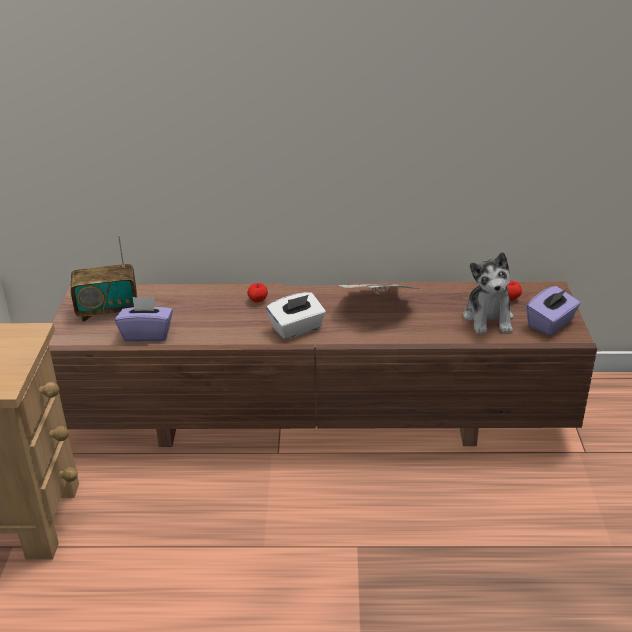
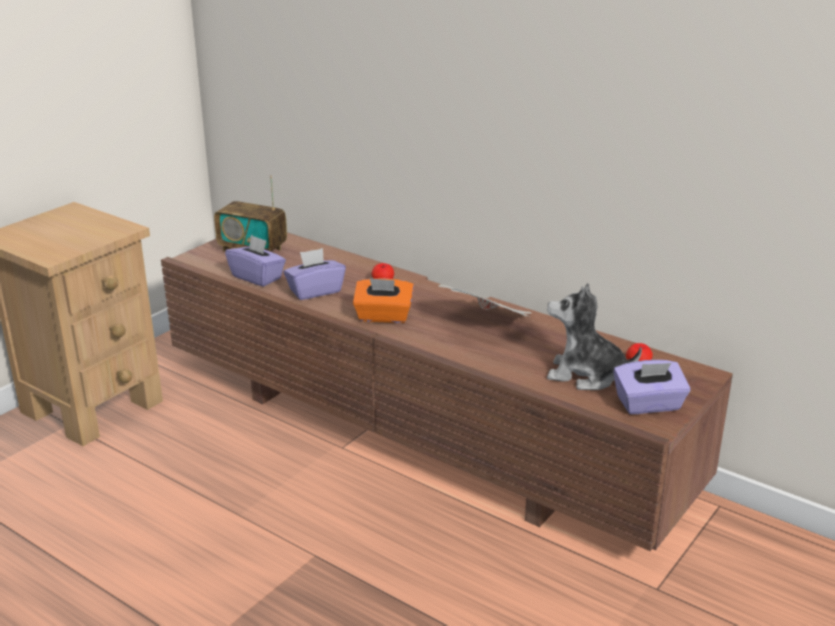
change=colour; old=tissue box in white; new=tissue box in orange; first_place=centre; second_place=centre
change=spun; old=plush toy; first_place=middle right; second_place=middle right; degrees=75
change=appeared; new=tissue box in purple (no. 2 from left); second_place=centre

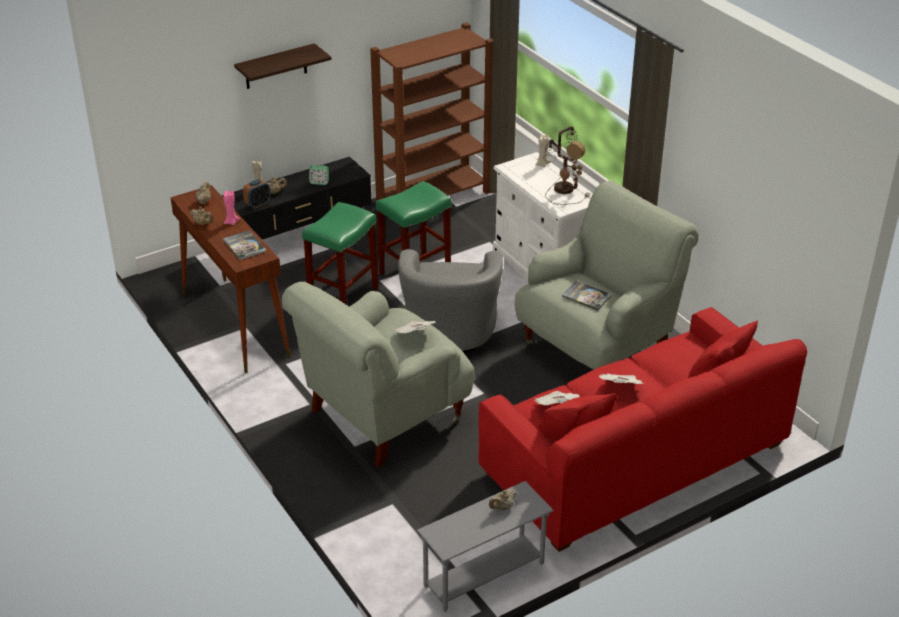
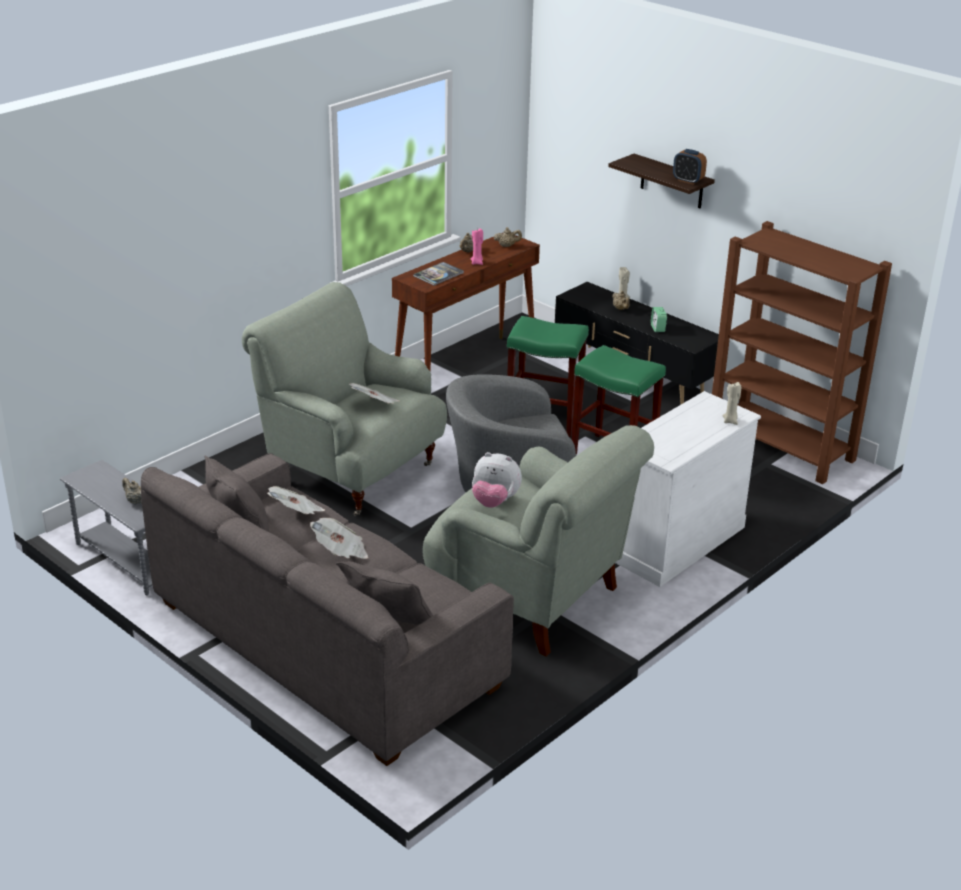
change=relocated; old=alarm clock (no. 1 from left in the first image); new=alarm clock (no. 2 from left); first_place=top left; second_place=top right
change=colour; old=sofa in red; new=sofa in grey; first_place=bottom right; second_place=bottom centre
change=missing; old=table lamp; first_place=top centre
change=exchanged; old=book (no. 2 from left); new=plush toy; first_place=centre; second_place=centre

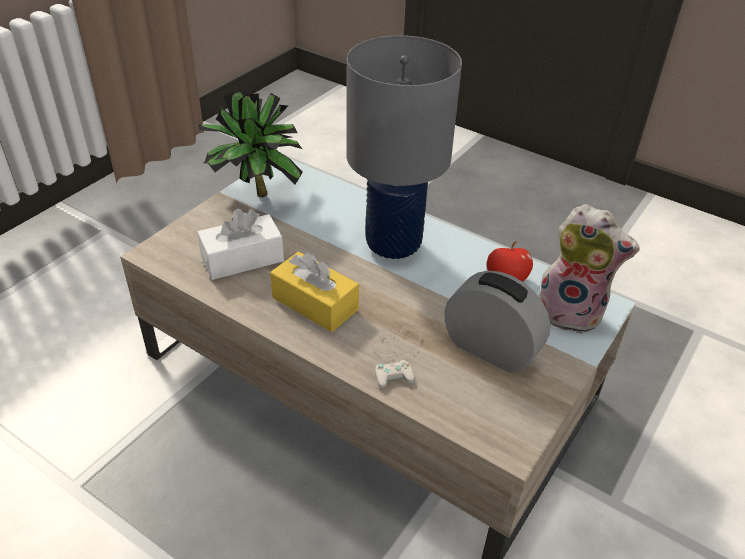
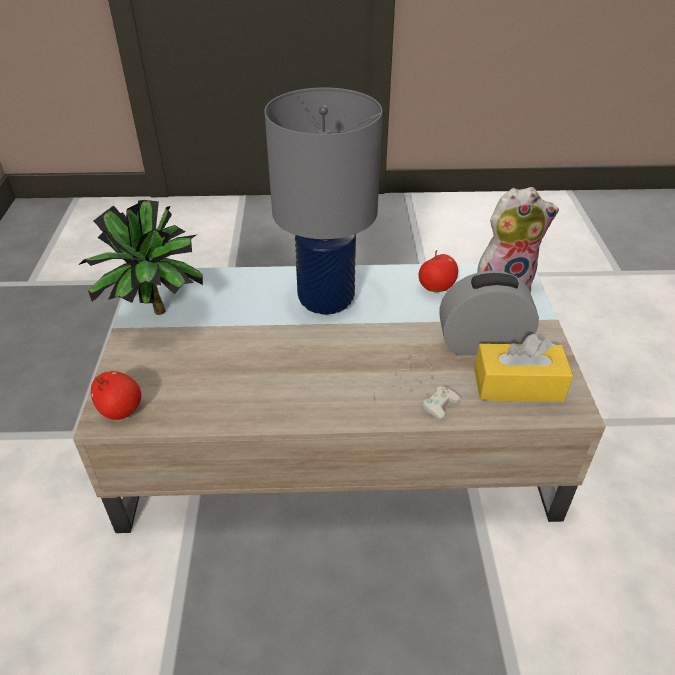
change=missing; old=tissue box in white; first_place=middle left
change=relocated; old=tissue box in yellow; first_place=centre; second_place=middle right
change=appeared; new=apple (no. 1 from left); second_place=middle left

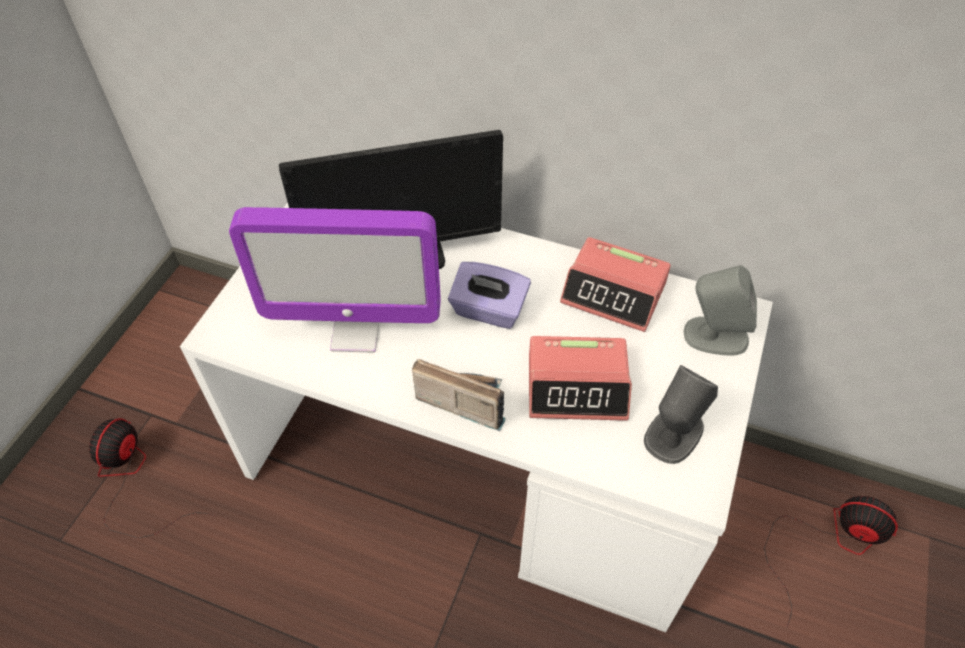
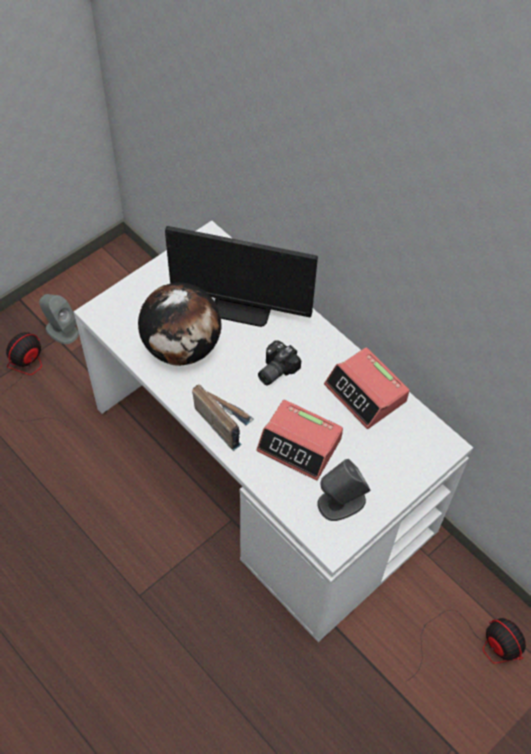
change=exchanged; old=monitor (no. 1 from left); new=globe; first_place=centre; second_place=centre
change=exchanged; old=tissue box in purple; new=photo camera; first_place=centre; second_place=centre
change=relocated; old=speaker in grey (no. 2 from left in the first image); new=speaker in grey (no. 1 from left); first_place=middle right; second_place=middle left

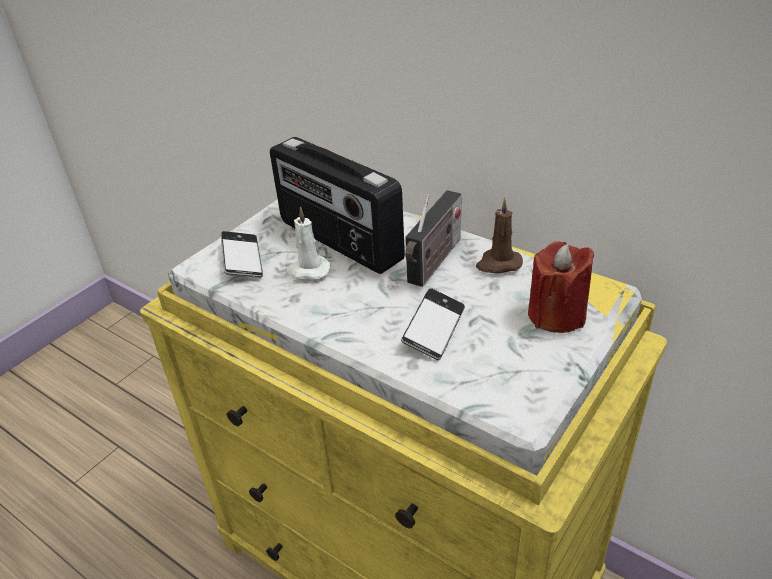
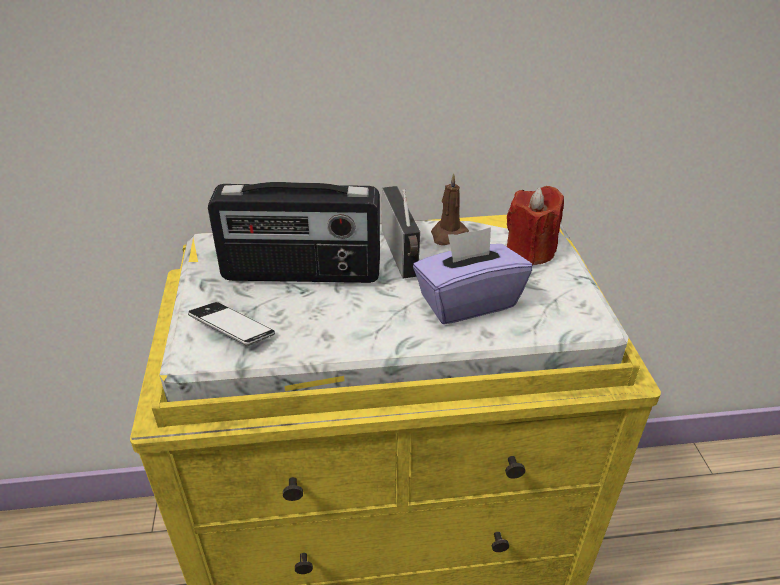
change=missing; old=candle in white; first_place=centre
change=exchanged; old=phone (no. 2 from left); new=tissue box in purple; first_place=centre; second_place=centre

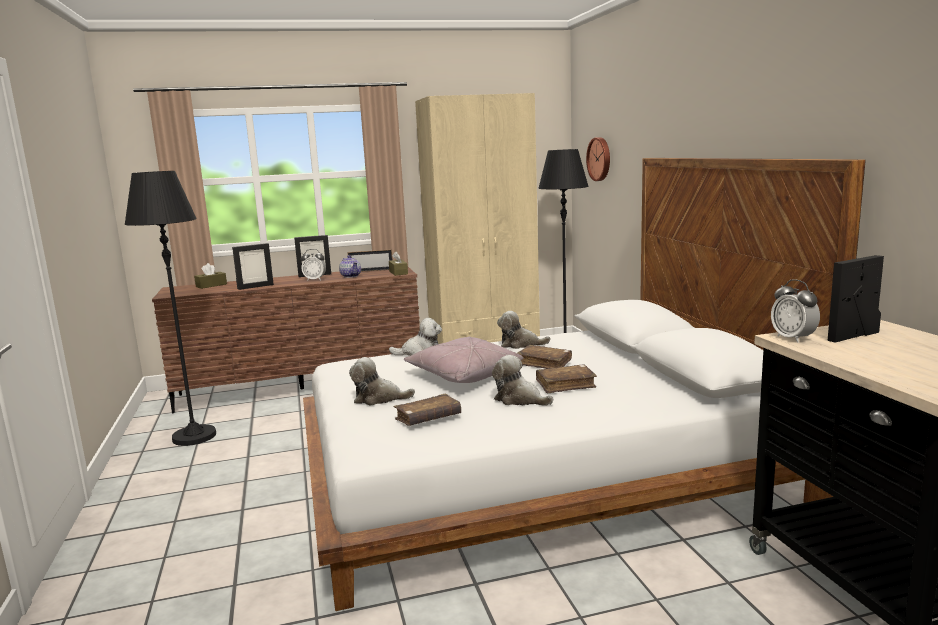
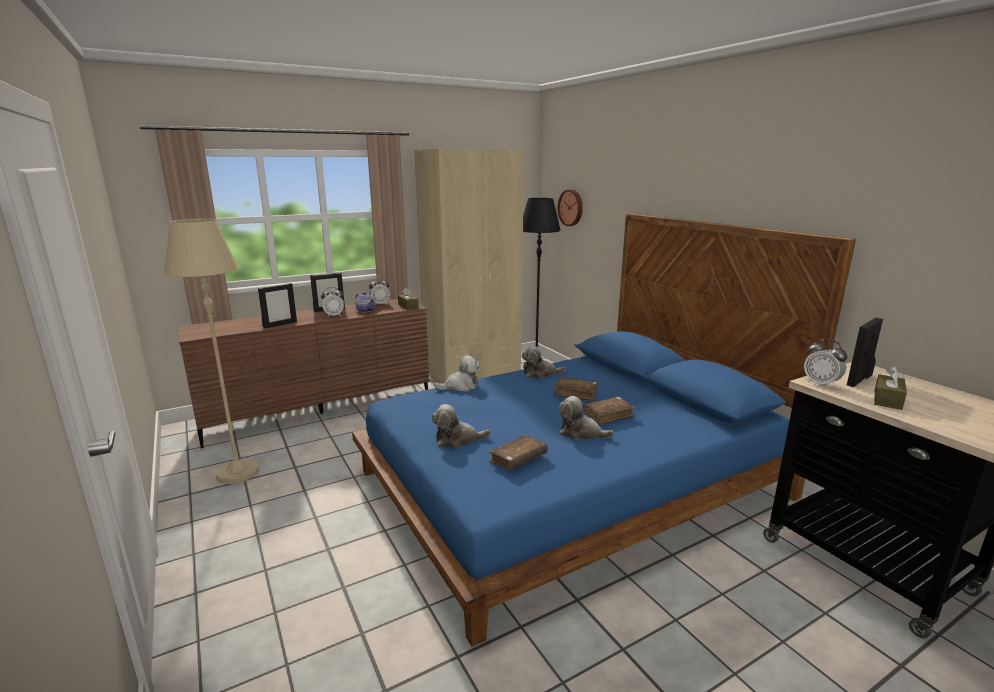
change=colour; old=floor lamp in black (no. 1 from left); new=floor lamp in beige; first_place=middle left; second_place=middle left
change=relocated; old=tissue box in brown (no. 1 from left in the first image); new=tissue box in brown (no. 2 from left); first_place=middle left; second_place=middle right
change=colour; old=bed in white; new=bed in blue; first_place=centre; second_place=centre
change=exchanged; old=picture frame (no. 3 from left); new=alarm clock (no. 2 from left); first_place=centre; second_place=centre
change=missing; old=pillow in purple; first_place=centre

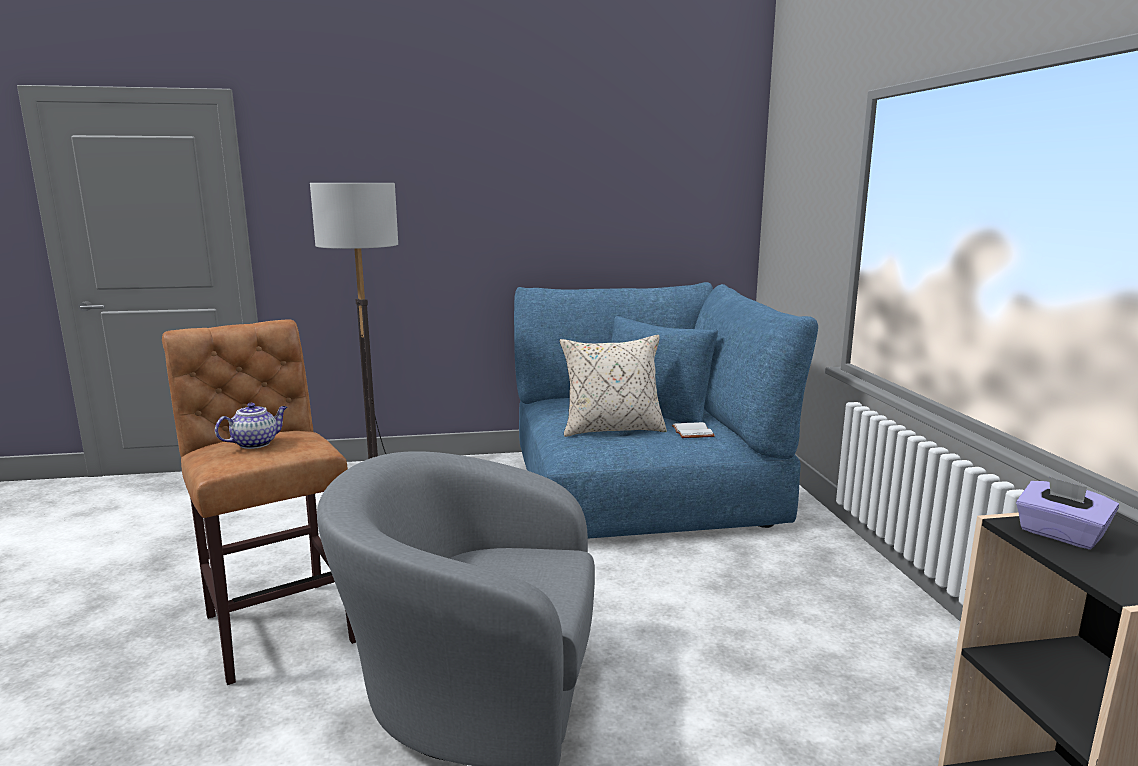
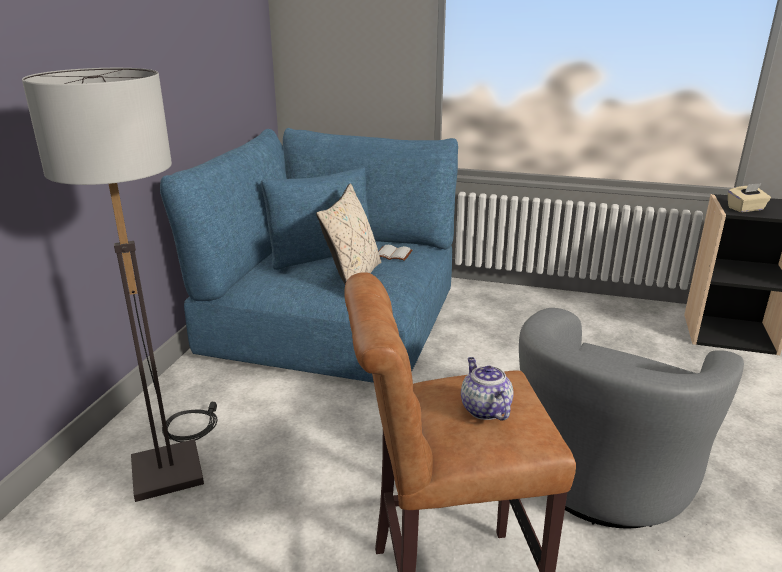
change=colour; old=tissue box in purple; new=tissue box in beige; first_place=bottom right; second_place=middle right

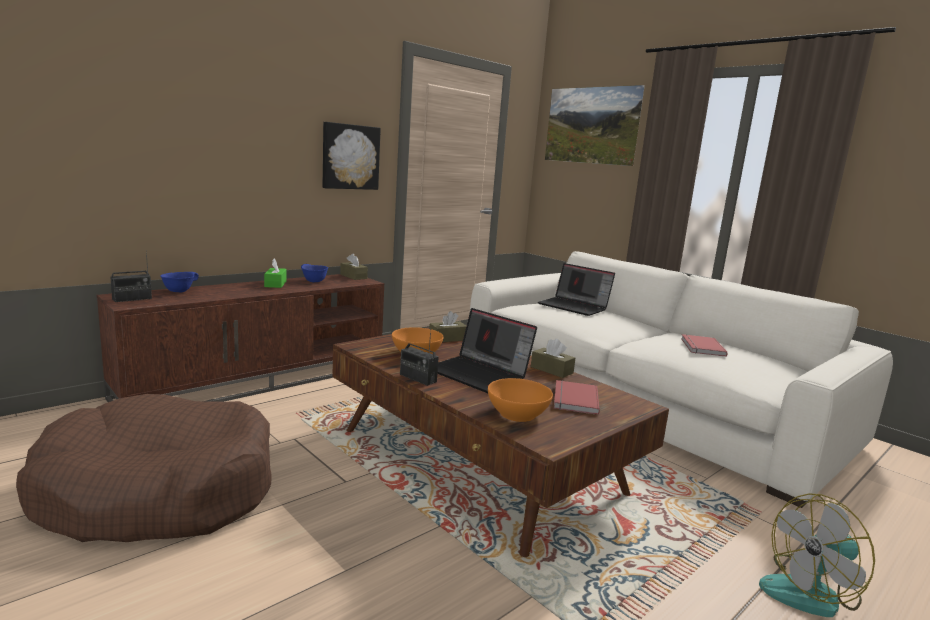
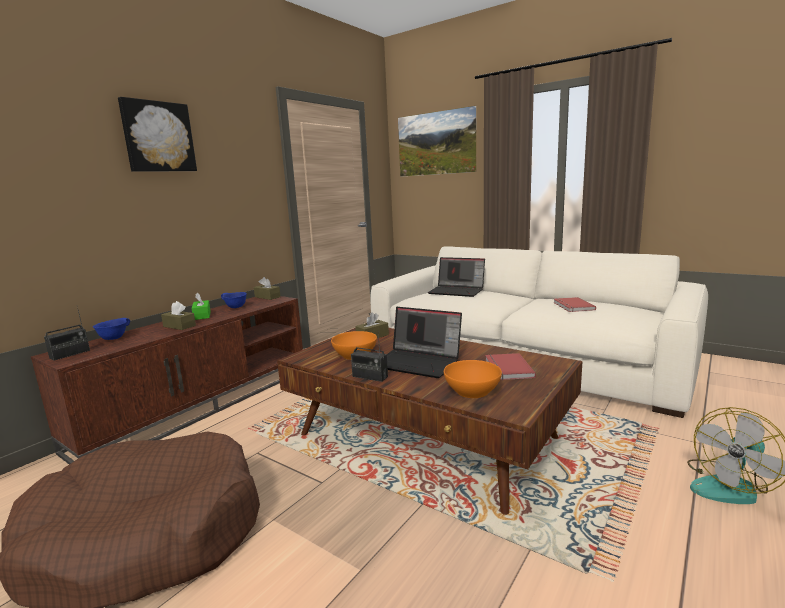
change=relocated; old=picture (no. 1 from left); first_place=top centre; second_place=top left
change=relocated; old=tissue box in brown (no. 3 from left in the first image); new=tissue box in brown (no. 1 from left); first_place=centre; second_place=middle left

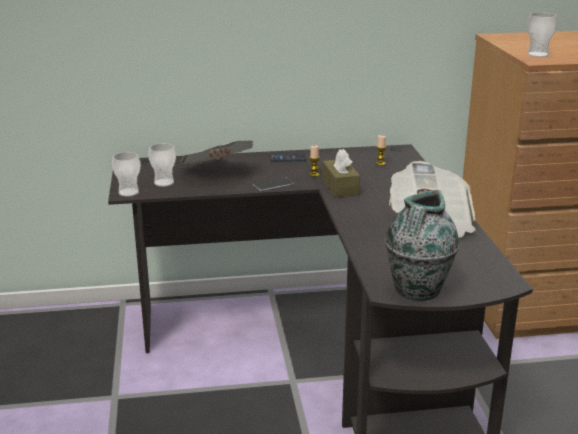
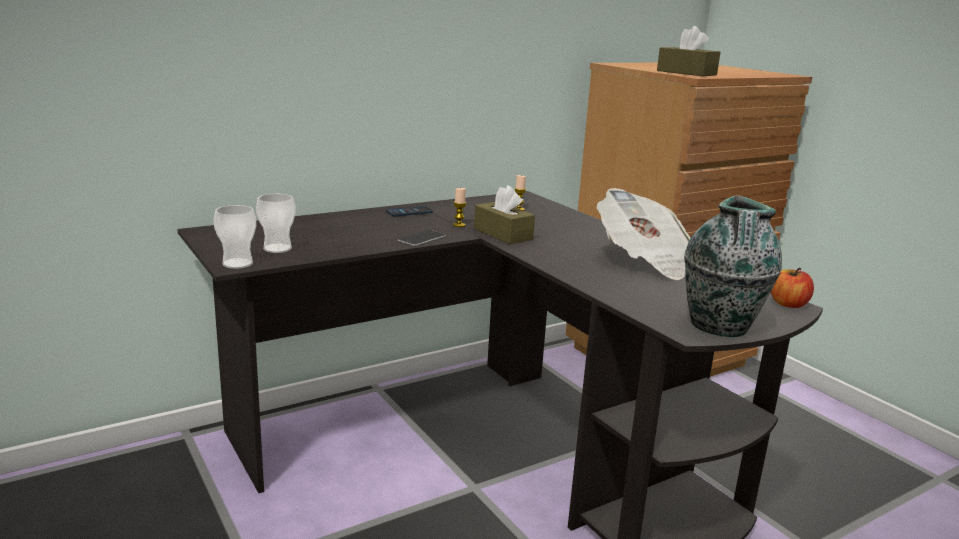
change=missing; old=newspaper (no. 1 from left); first_place=centre
change=exchanged; old=cup (no. 3 from left); new=tissue box in brown (no. 2 from left); first_place=top right; second_place=top right
change=appeared; new=apple; second_place=middle right

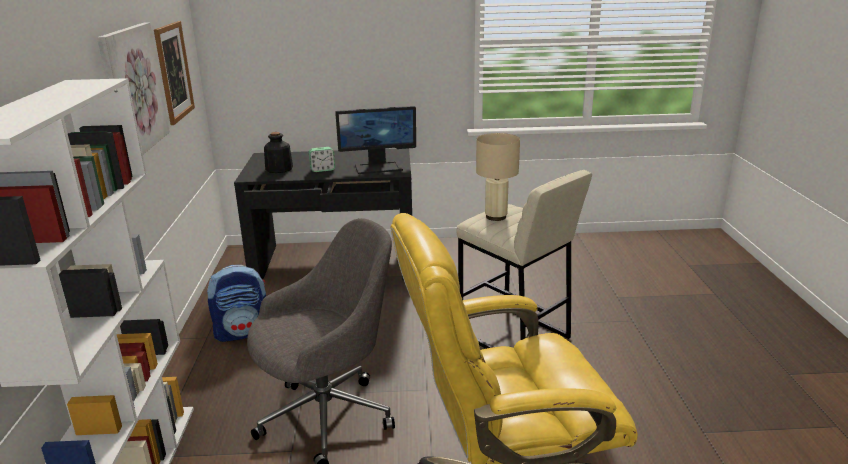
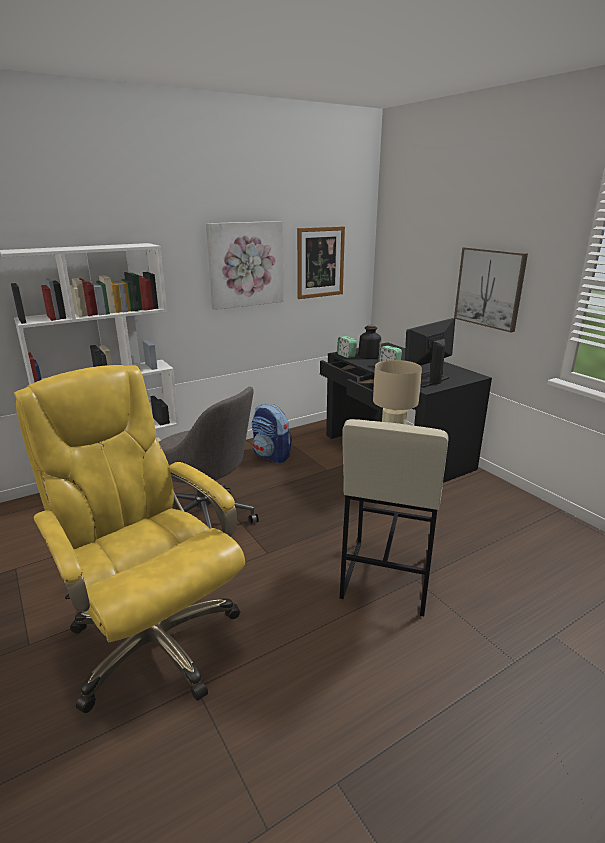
change=spun; old=monitor; first_place=top centre; second_place=middle right; degrees=90
change=appeared; new=alarm clock (no. 1 from left); second_place=centre
change=appeared; new=picture (no. 3 from left); second_place=middle right

